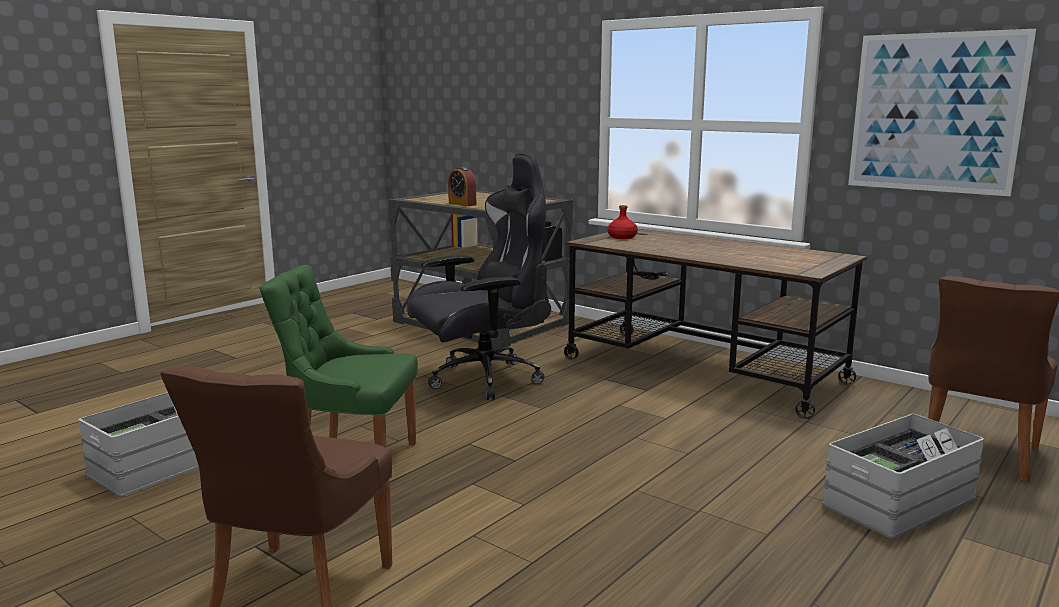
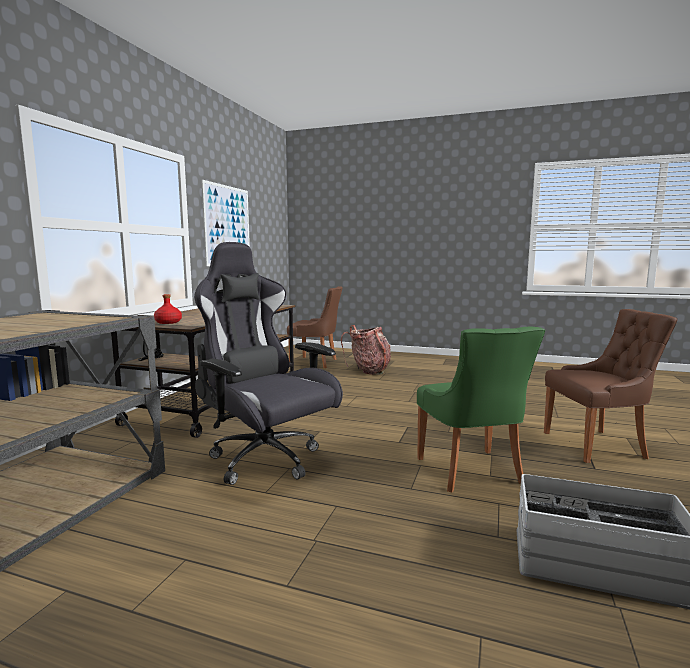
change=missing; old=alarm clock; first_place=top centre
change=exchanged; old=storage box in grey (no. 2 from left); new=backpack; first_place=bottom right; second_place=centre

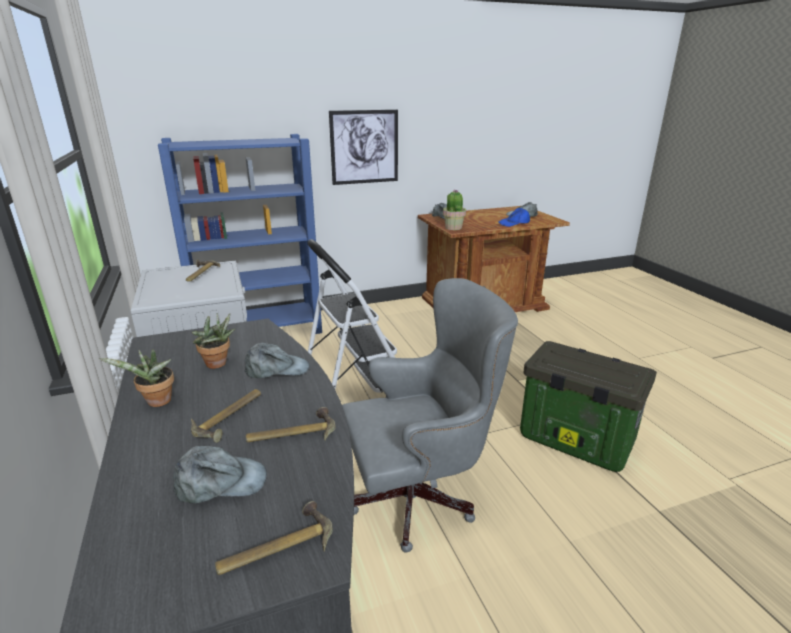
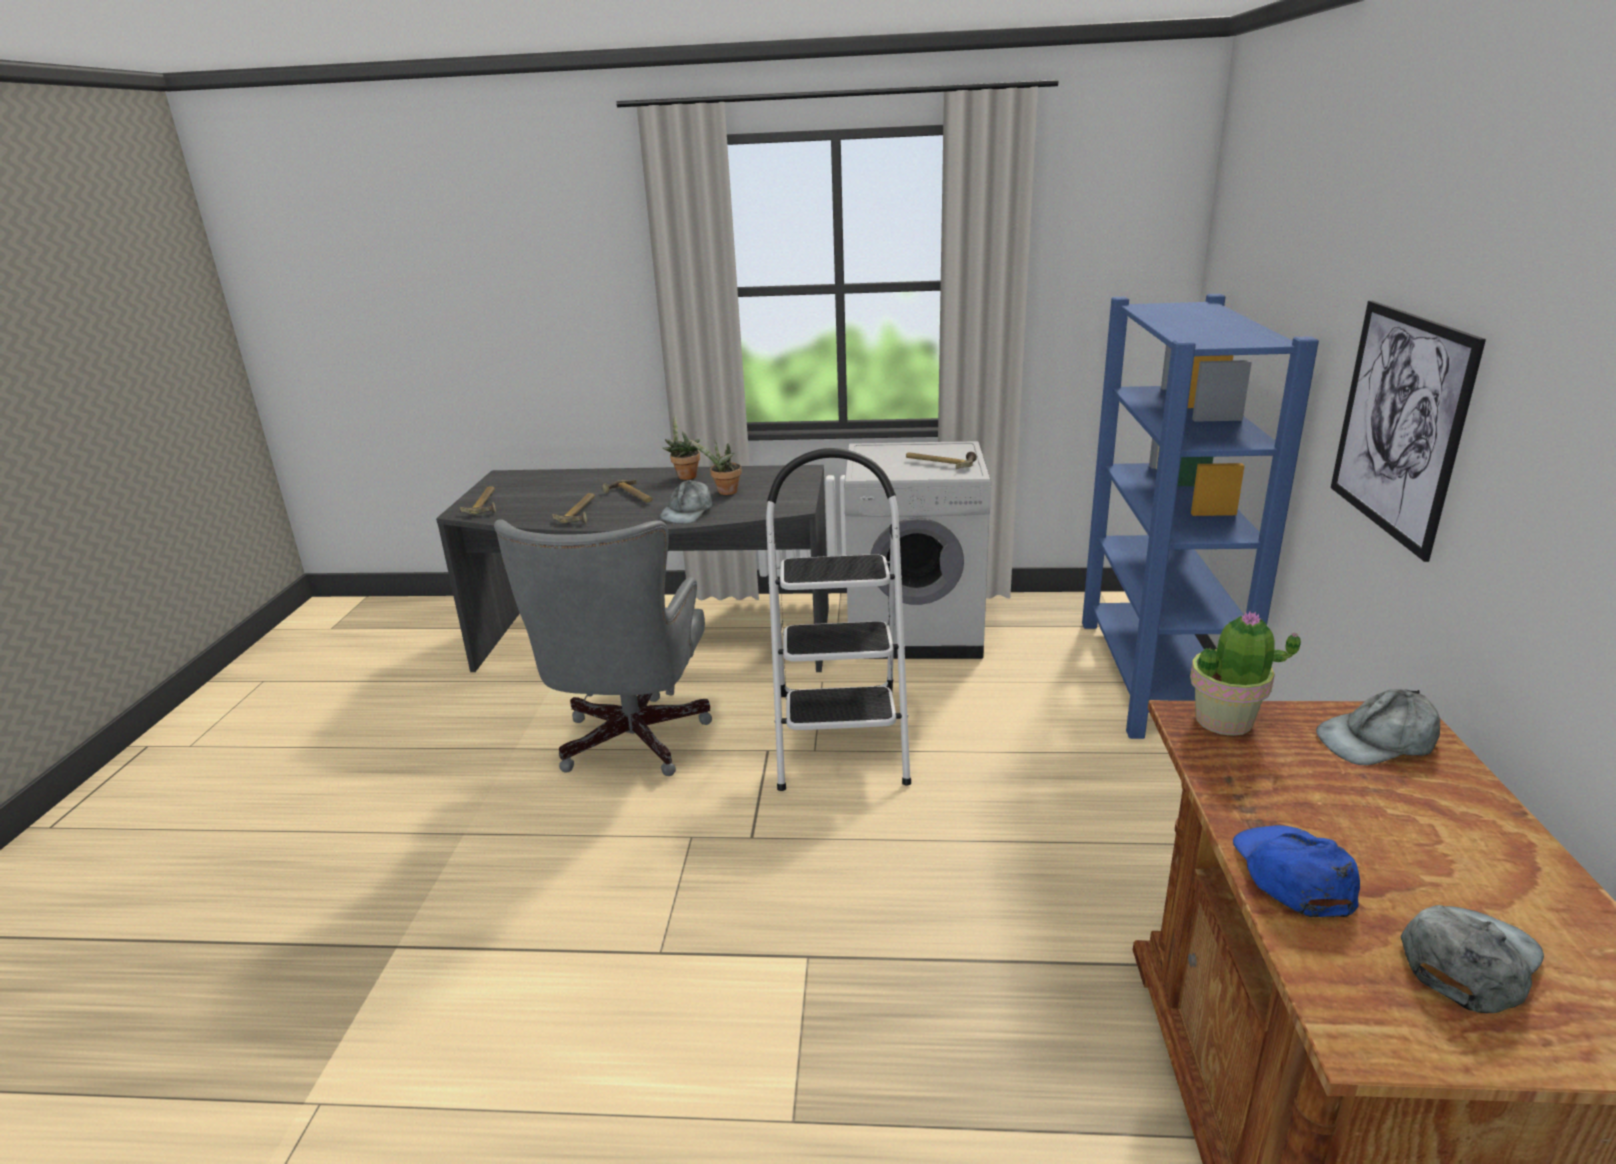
change=missing; old=cap in grey (no. 1 from left); first_place=bottom left
change=missing; old=storage box; first_place=middle right

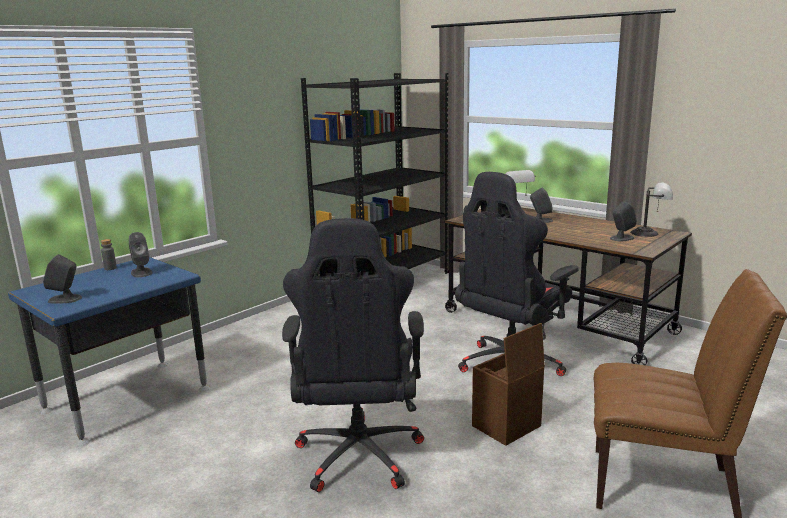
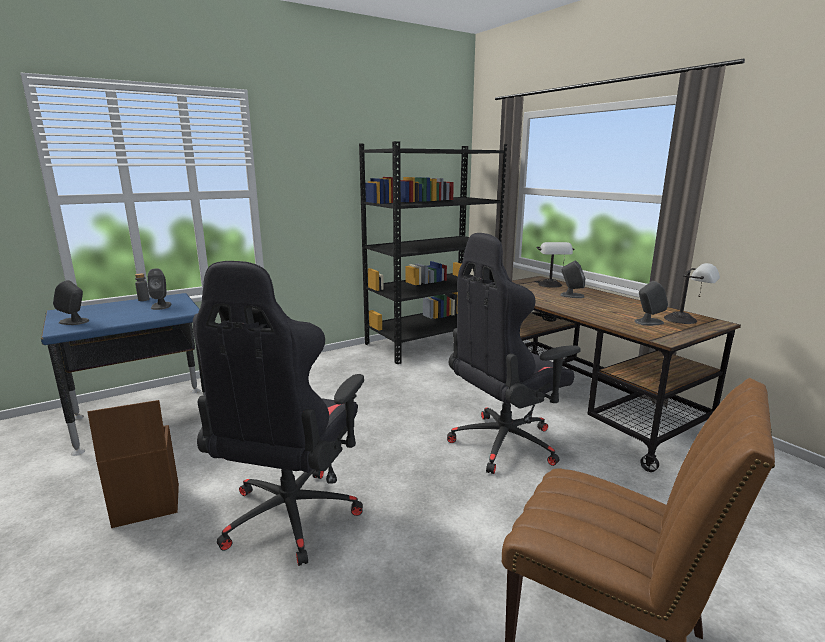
change=relocated; old=storage box in brown; first_place=bottom centre; second_place=bottom left

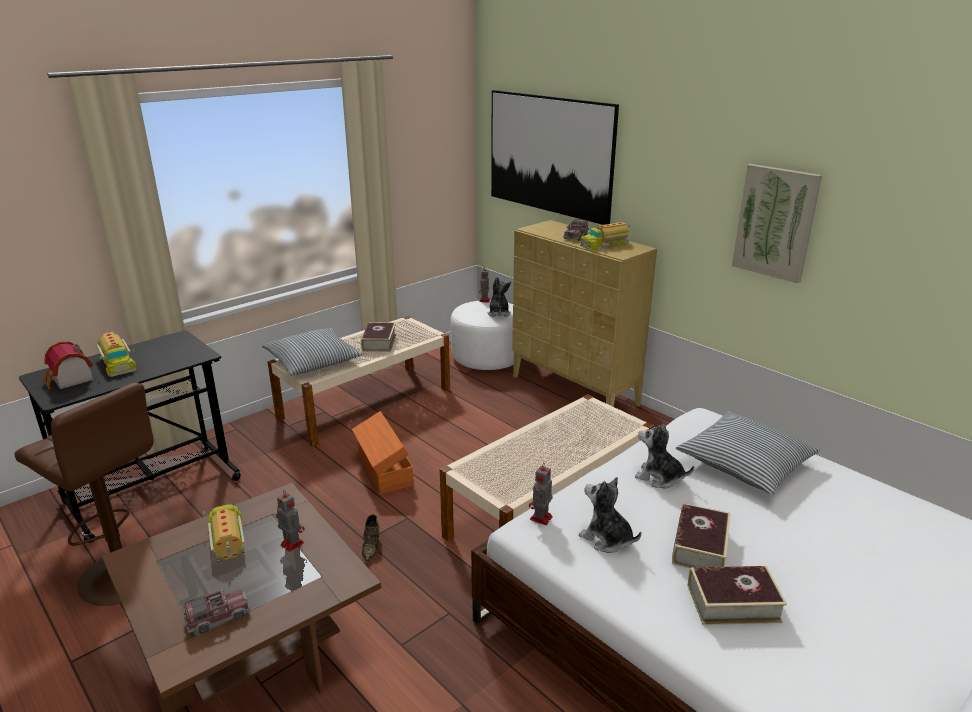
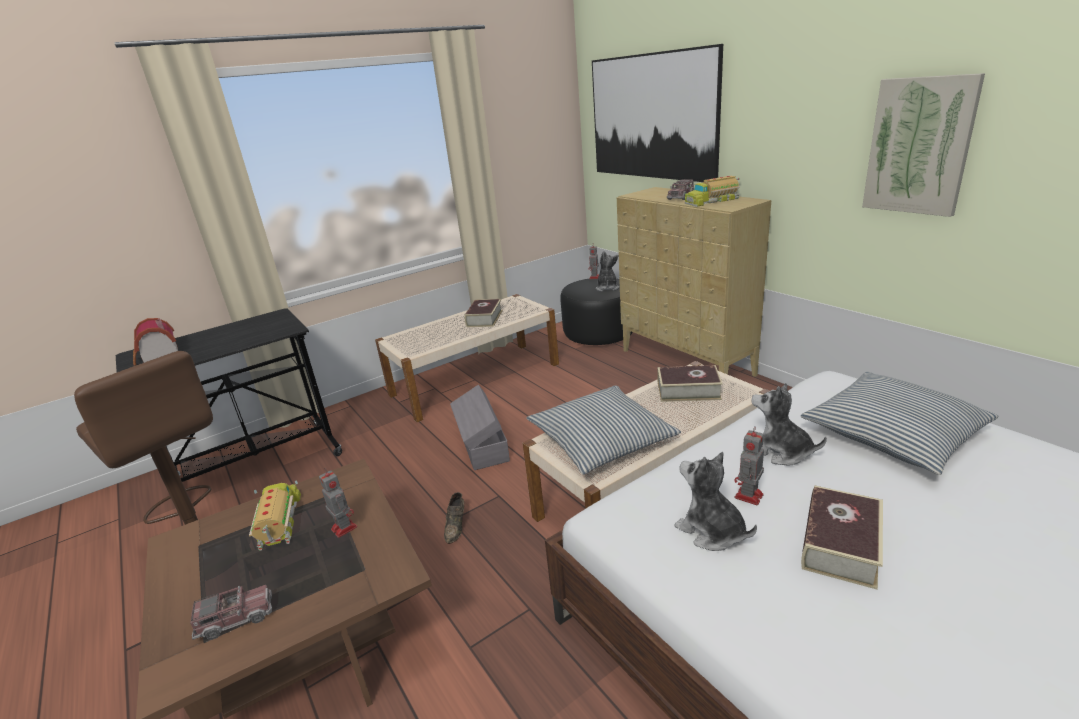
change=missing; old=toy truck (no. 1 from left); first_place=middle left
change=relocated; old=pillow (no. 1 from left); first_place=middle left; second_place=centre
change=colour; old=storage box in orange; new=storage box in grey; first_place=centre; second_place=centre
change=colour; old=ottoman in white; new=ottoman in black; first_place=centre; second_place=centre
change=relocated; old=toy robot (no. 3 from left); first_place=bottom centre; second_place=middle right
change=relocated; old=book (no. 3 from left in the first image); new=book (no. 2 from left); first_place=bottom right; second_place=centre

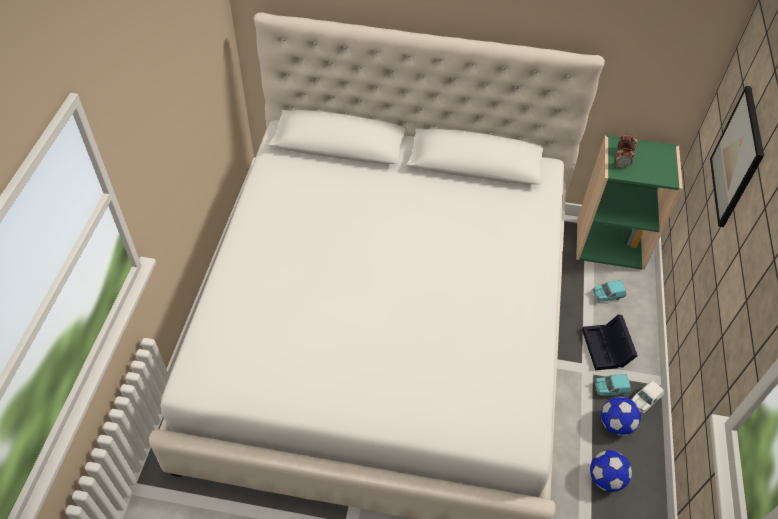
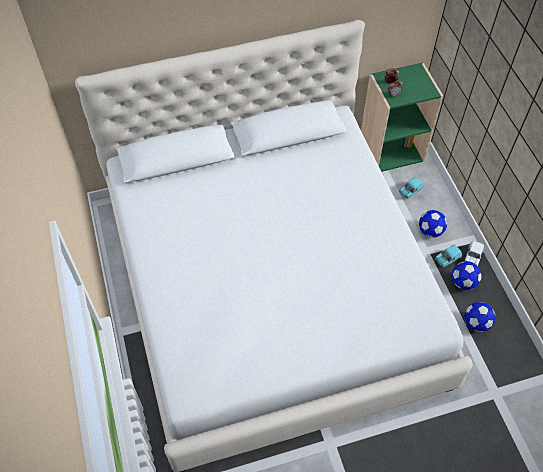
change=exchanged; old=storage box in black; new=football (no. 1 from left); first_place=middle right; second_place=middle right
change=missing; old=picture; first_place=top right

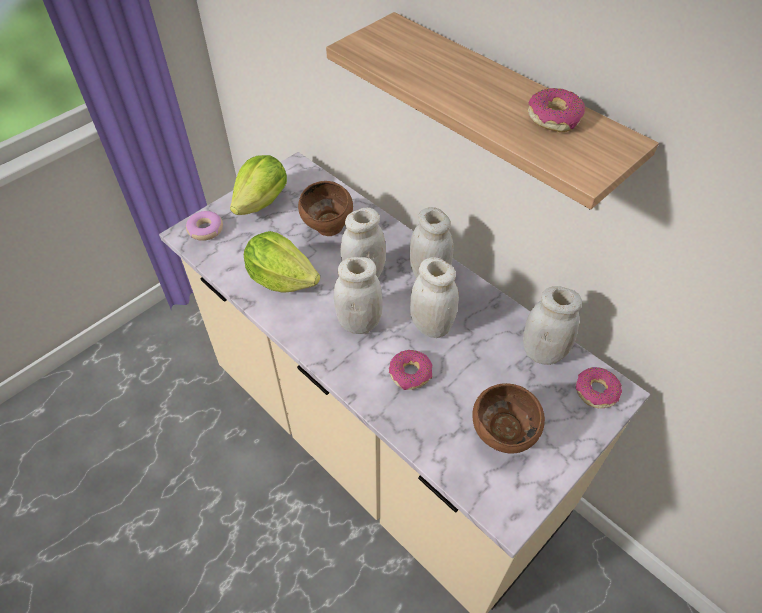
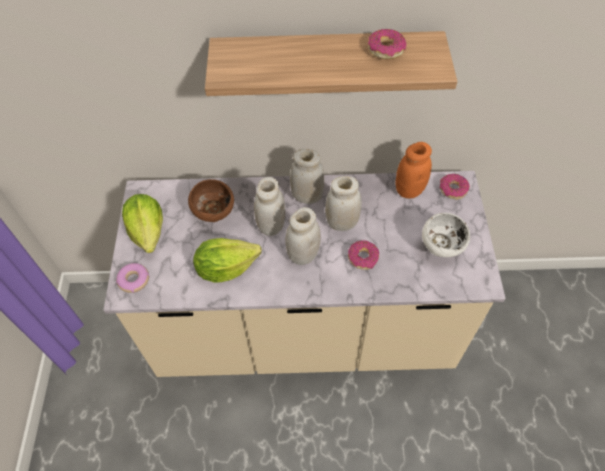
change=colour; old=bowl in brown (no. 2 from left); new=bowl in white; first_place=bottom right; second_place=middle right
change=colour; old=jar in white (no. 5 from left); new=jar in orange; first_place=middle right; second_place=middle right

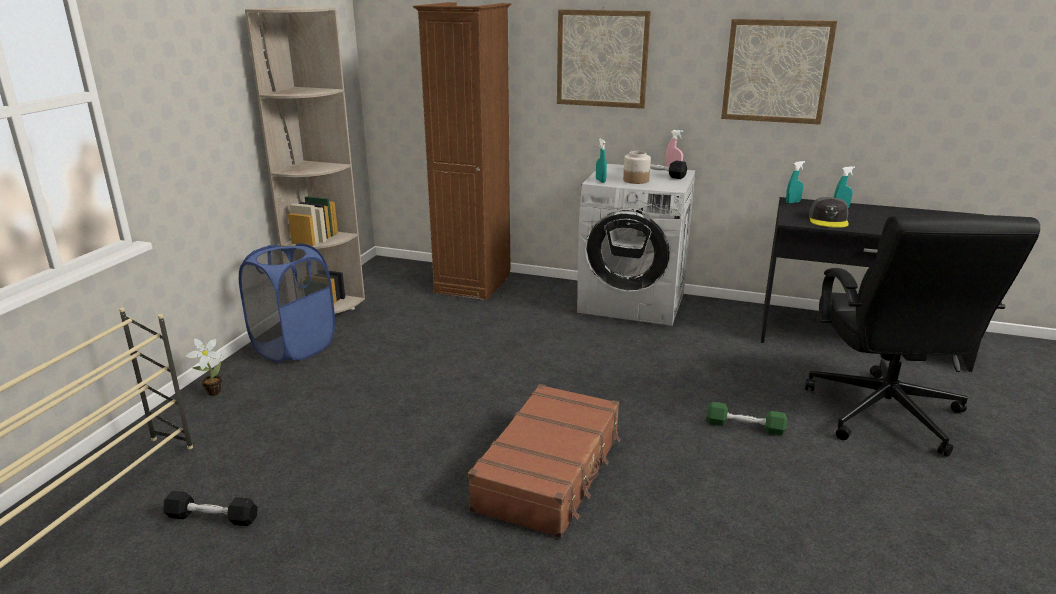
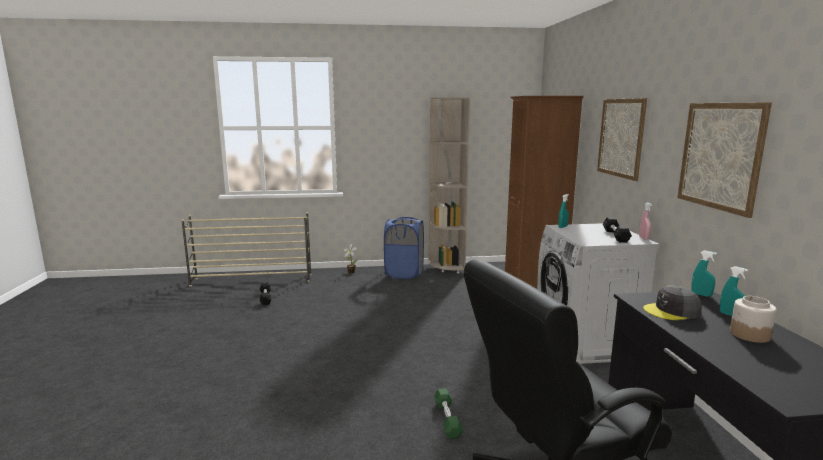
change=missing; old=suitcase in brown; first_place=bottom centre
change=relocated; old=jar; first_place=top centre; second_place=bottom right

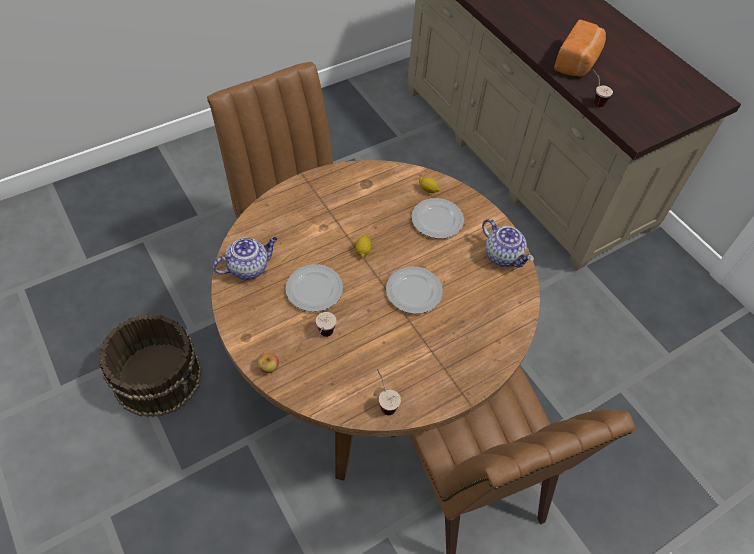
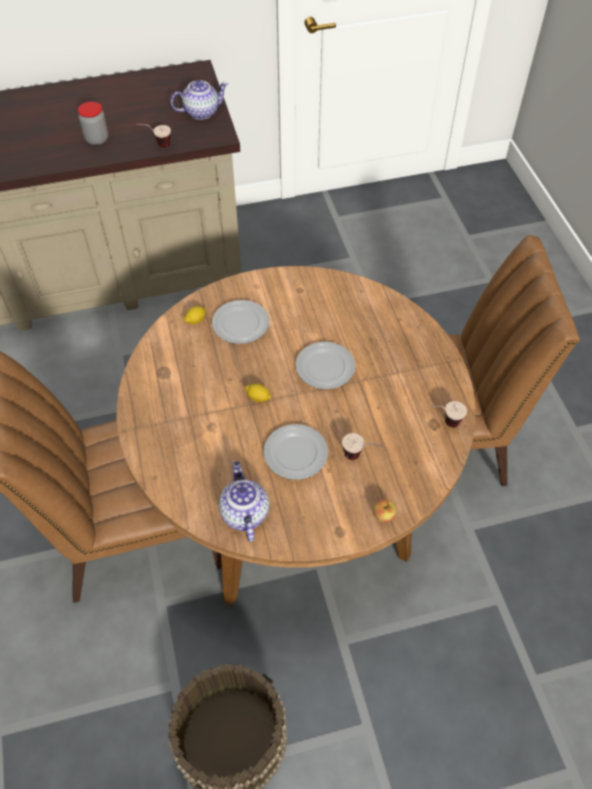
change=relocated; old=teapot (no. 2 from left in the first image); new=teapot (no. 1 from left); first_place=middle right; second_place=top centre
change=exchanged; old=bread; new=jar; first_place=top right; second_place=top left

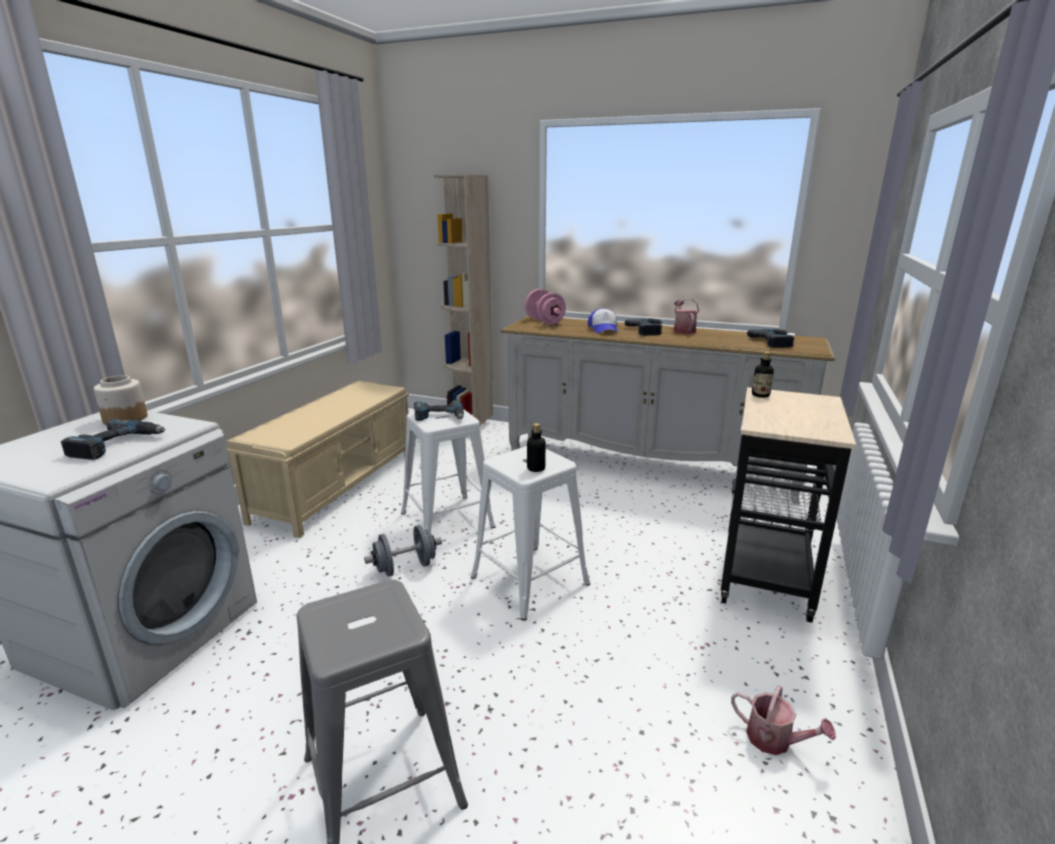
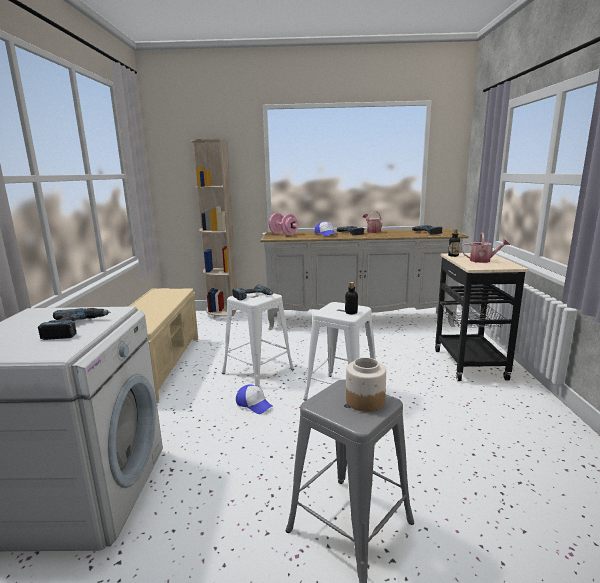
change=relocated; old=jar; first_place=middle left; second_place=centre
change=exchanged; old=dumbbell in grey; new=cap (no. 1 from left); first_place=centre; second_place=bottom centre
change=relocated; old=watering can (no. 2 from left); first_place=bottom right; second_place=middle right

